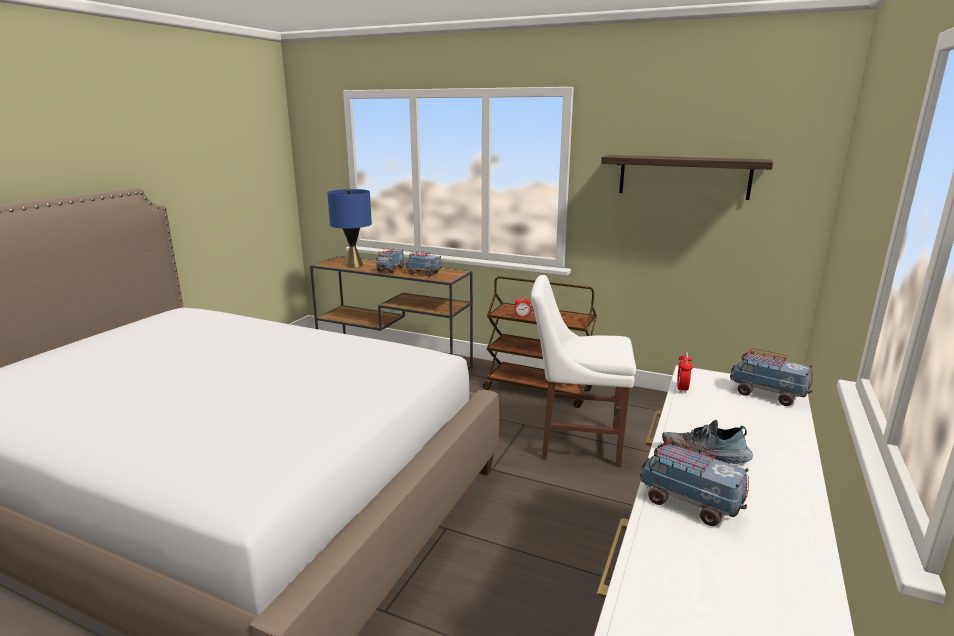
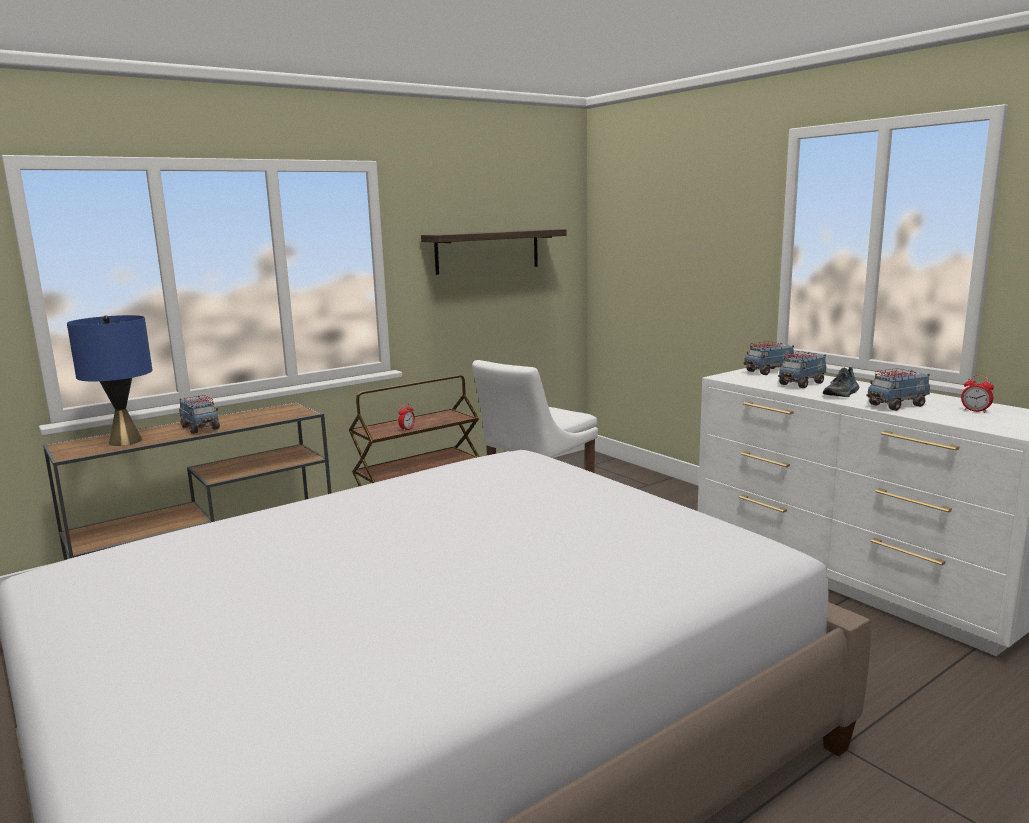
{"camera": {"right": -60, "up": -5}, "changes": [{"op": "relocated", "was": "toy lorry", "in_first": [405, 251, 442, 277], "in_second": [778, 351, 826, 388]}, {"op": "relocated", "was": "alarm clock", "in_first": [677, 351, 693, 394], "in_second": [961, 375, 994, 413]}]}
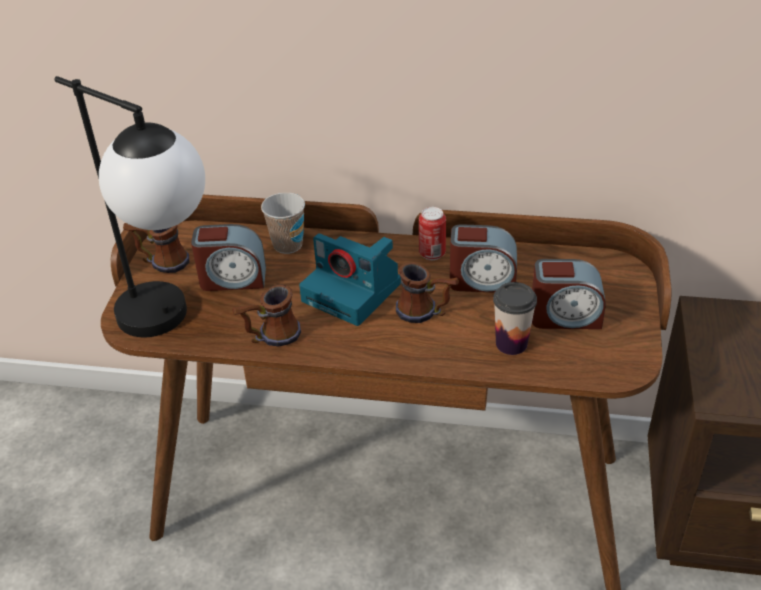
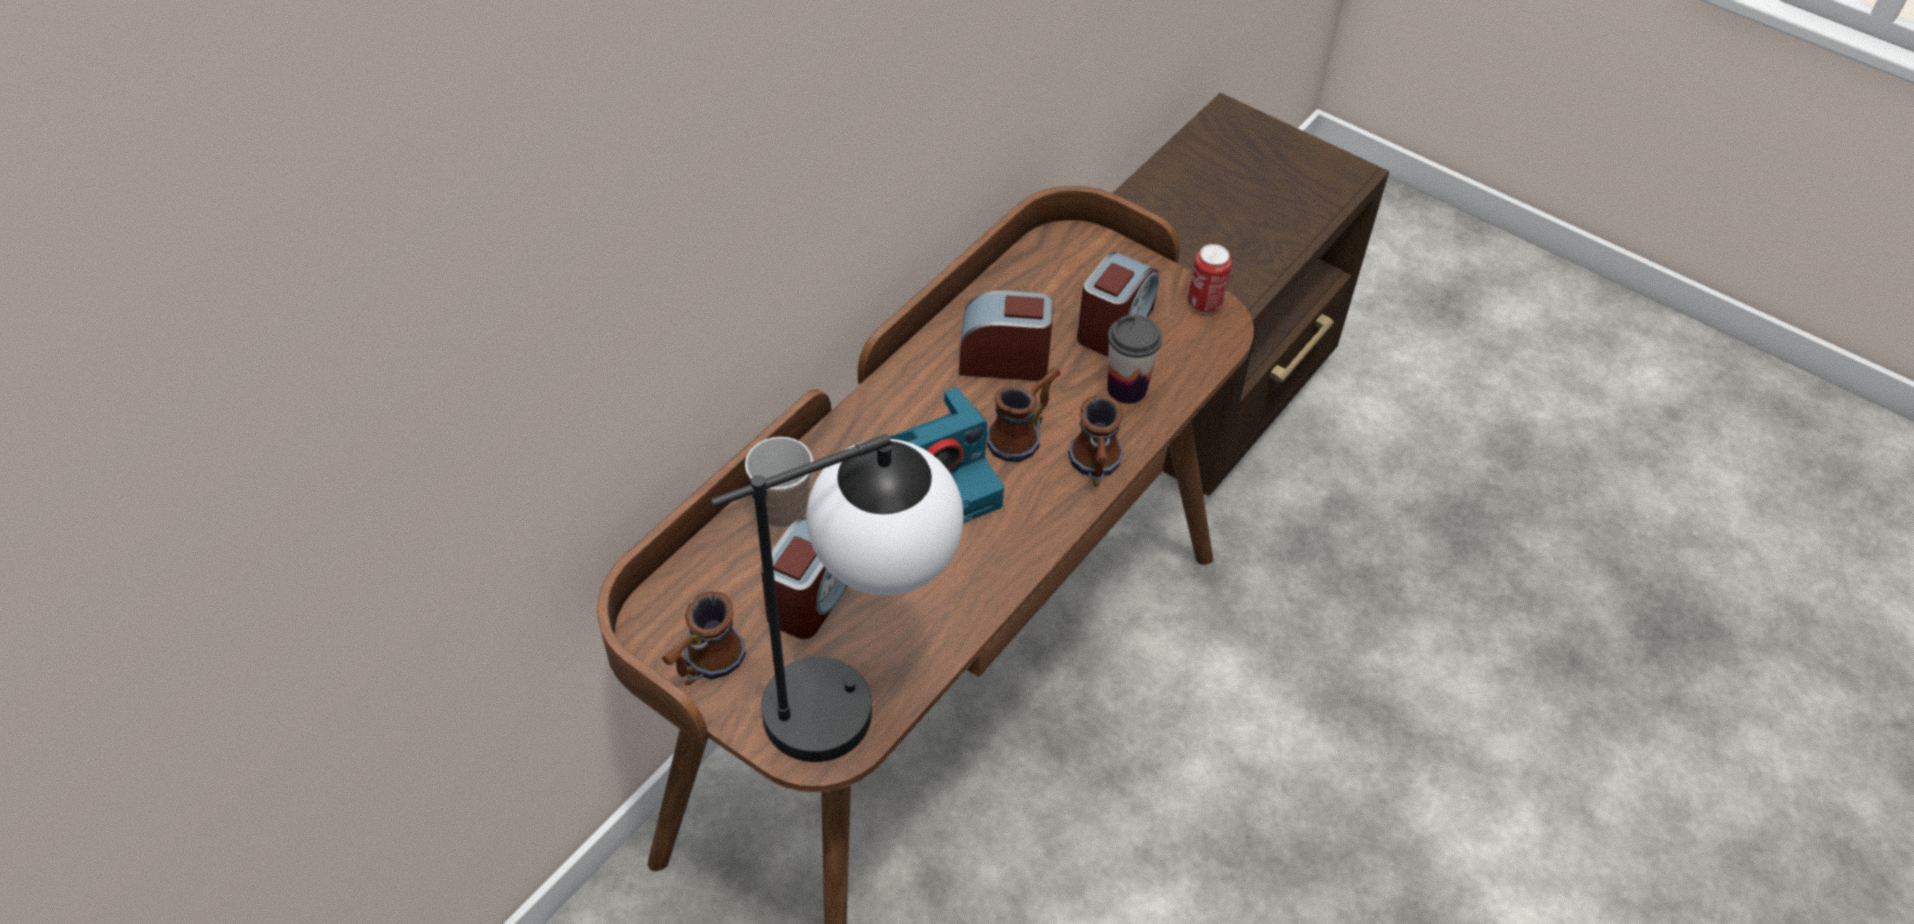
{"camera": {"right": -65, "up": 10}, "changes": [{"op": "spun", "was": "alarm clock", "in_first": [450, 224, 517, 293], "in_second": [959, 290, 1053, 381], "clockwise": -120}, {"op": "relocated", "was": "coffee mug", "in_first": [232, 284, 301, 347], "in_second": [1068, 394, 1123, 487]}, {"op": "relocated", "was": "can", "in_first": [419, 207, 446, 260], "in_second": [1188, 244, 1232, 313]}]}
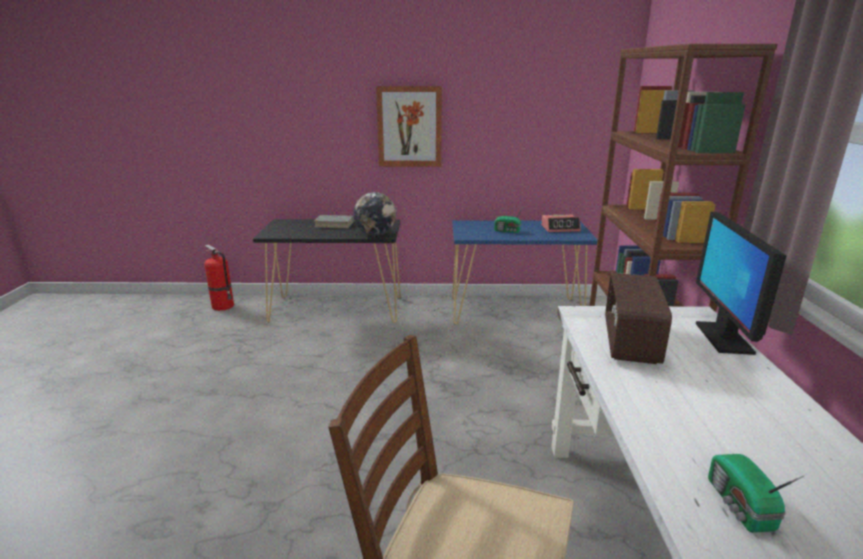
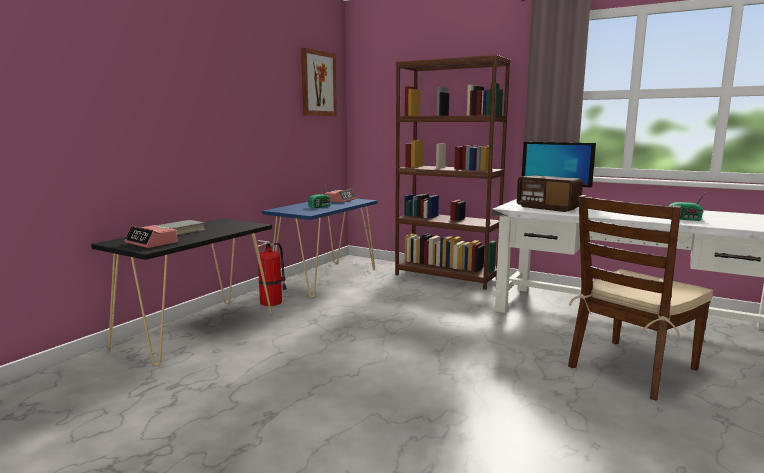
{"camera": {"right": -60, "up": -10}, "changes": [{"op": "appeared", "now": "alarm clock", "in_second": [124, 225, 178, 248]}, {"op": "relocated", "was": "fire extinguisher", "in_first": [204, 244, 234, 311], "in_second": [258, 240, 287, 306]}, {"op": "relocated", "was": "picture", "in_first": [376, 86, 442, 167], "in_second": [301, 48, 337, 116]}, {"op": "missing", "was": "desk globe", "in_first": [353, 192, 396, 235]}]}
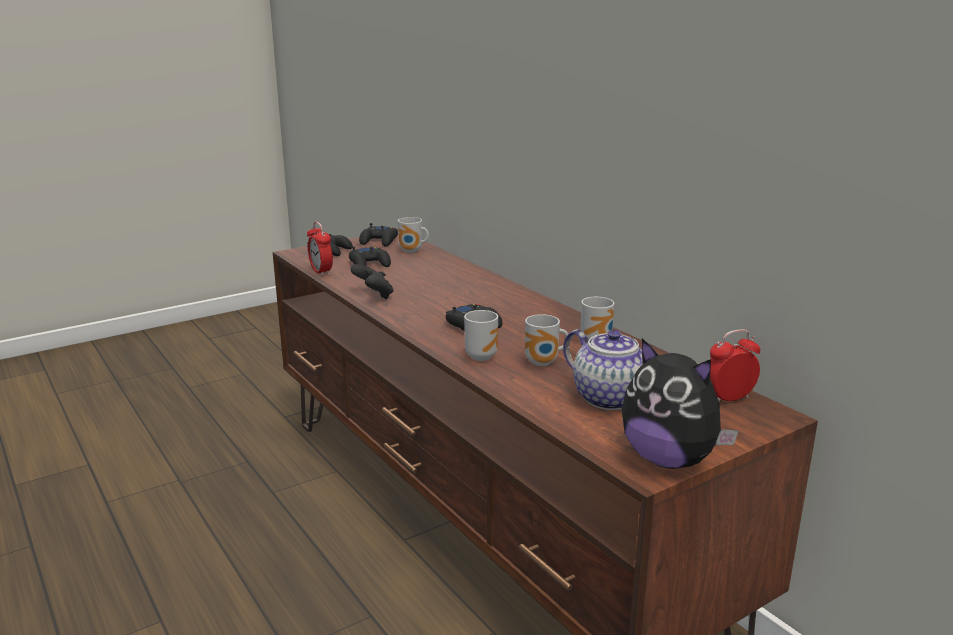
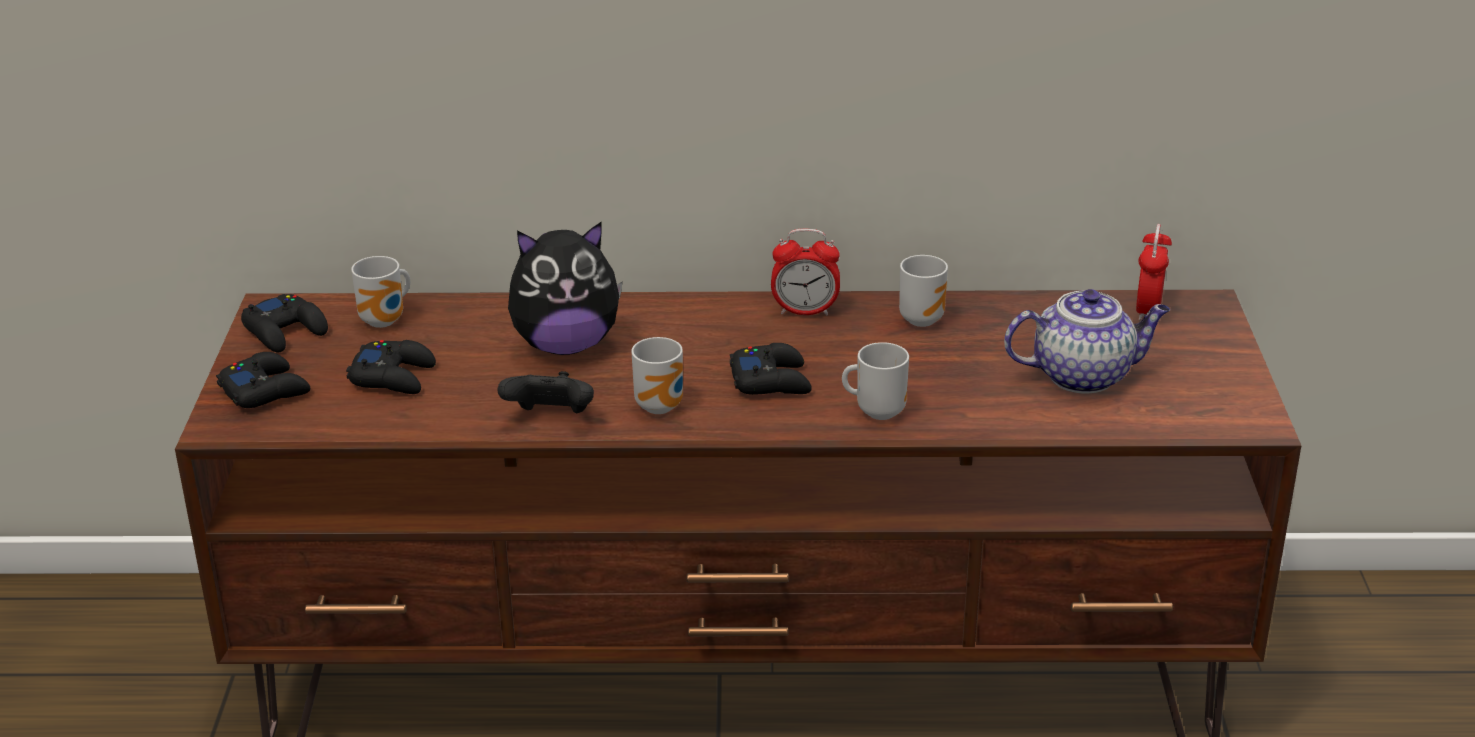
{"camera": {"right": -55, "up": 10}, "changes": [{"op": "relocated", "was": "cuddly toy", "in_first": [621, 338, 738, 469], "in_second": [508, 222, 623, 355]}, {"op": "relocated", "was": "coffee mug", "in_first": [525, 314, 568, 366], "in_second": [631, 337, 683, 414]}, {"op": "relocated", "was": "alarm clock", "in_first": [307, 221, 333, 276], "in_second": [771, 229, 840, 315]}]}
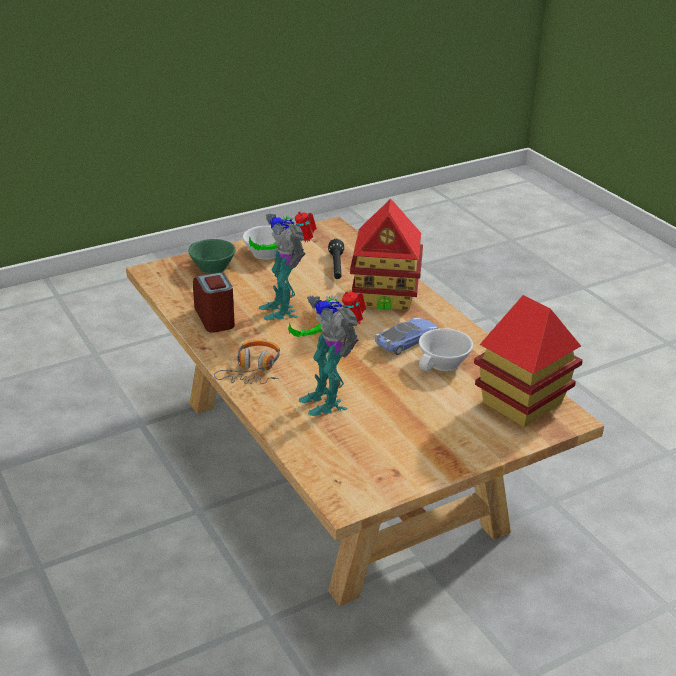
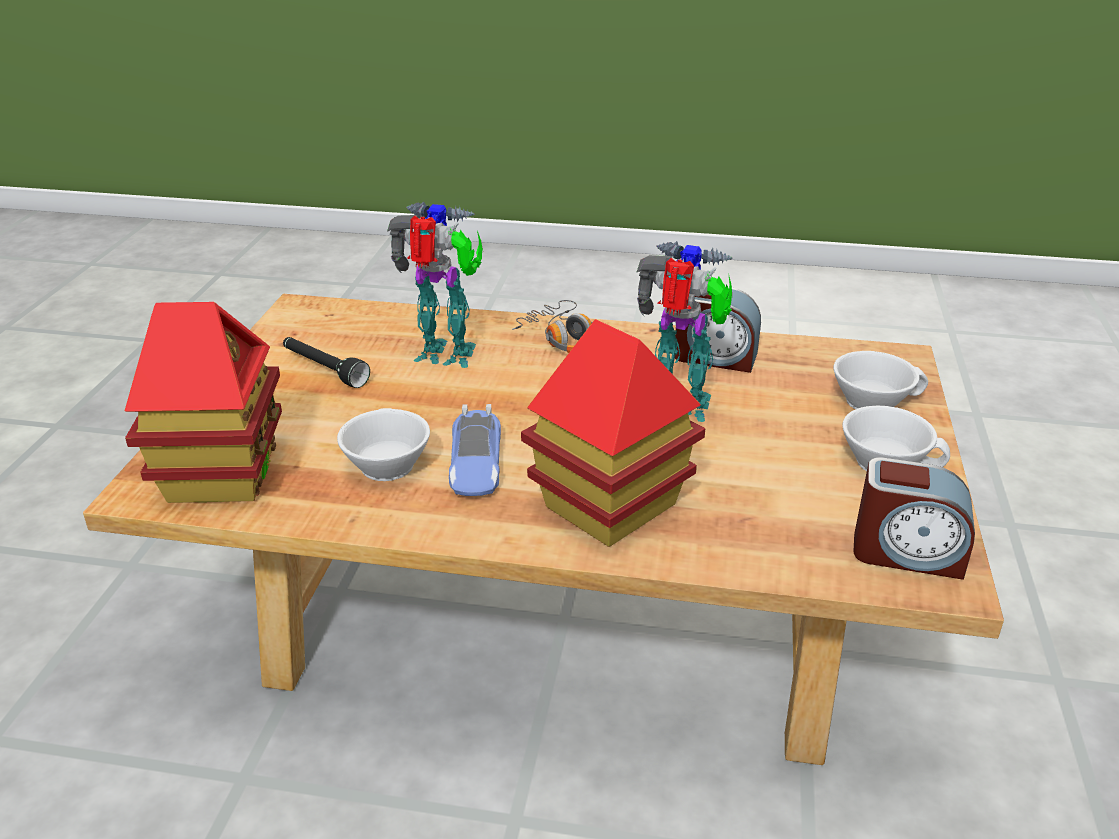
{"camera": {"right": 130, "up": 0}, "changes": [{"op": "relocated", "was": "black flashlight", "in_first": [328, 239, 344, 279], "in_second": [283, 337, 370, 388]}, {"op": "colour", "was": "green drinking cup", "now": "white drinking cup", "in_first": [188, 239, 236, 274], "in_second": [833, 351, 928, 410]}, {"op": "appeared", "now": "alarm clock", "in_second": [854, 457, 975, 580]}]}
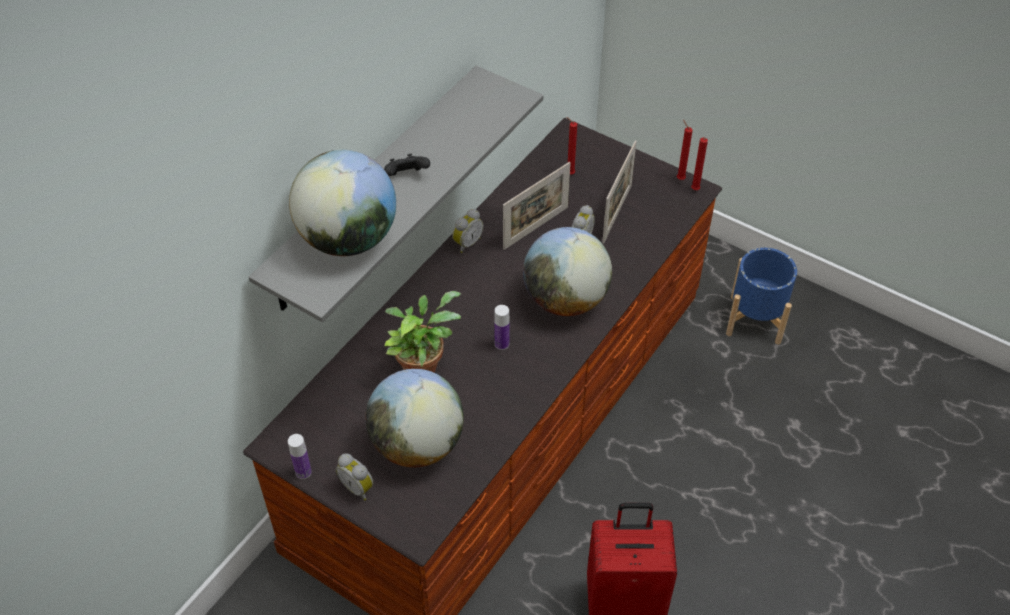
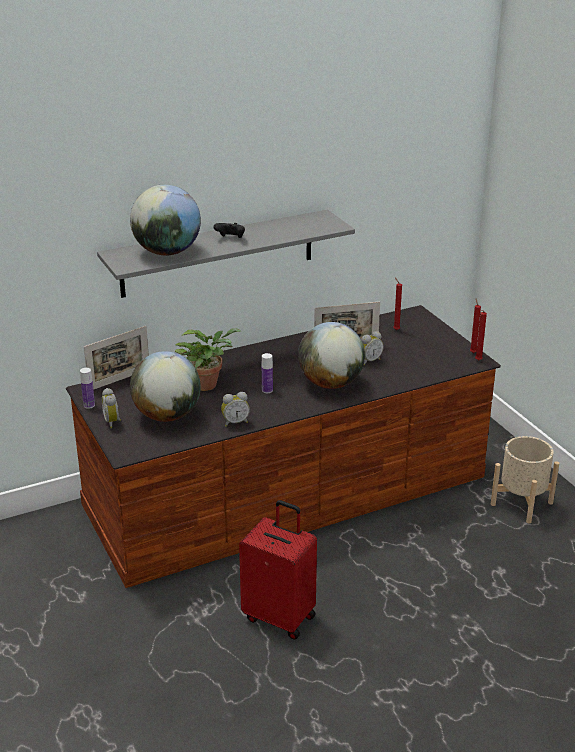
{"camera": {"right": 30, "up": -20}, "changes": [{"op": "relocated", "was": "standing frame", "in_first": [602, 140, 637, 244], "in_second": [84, 326, 149, 390]}, {"op": "relocated", "was": "alarm clock", "in_first": [452, 209, 484, 253], "in_second": [221, 392, 250, 427]}, {"op": "colour", "was": "bluish planter", "now": "beige-coloured planter", "in_first": [726, 248, 797, 345], "in_second": [491, 436, 559, 523]}]}
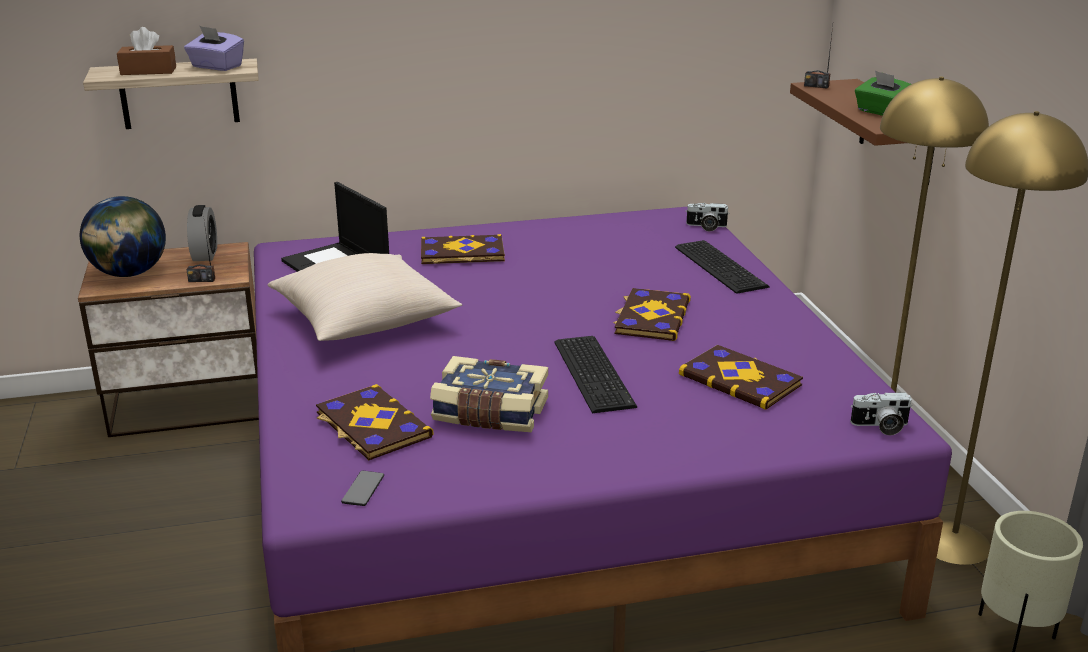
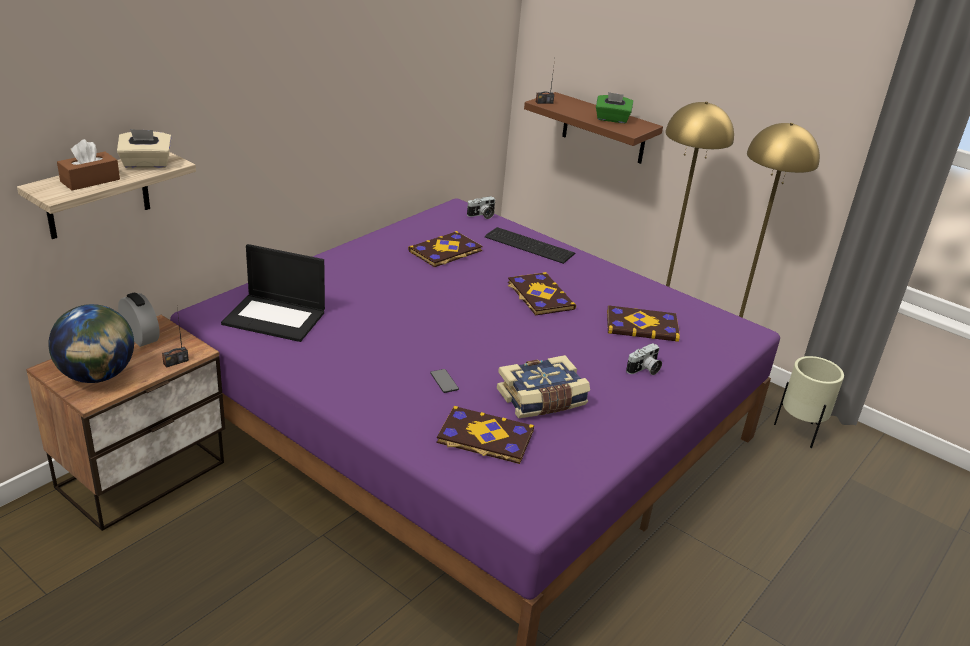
{"camera": {"right": -40, "up": 5}, "changes": [{"op": "colour", "was": "purple-coloured box of tissues", "now": "beige-coloured box of tissues", "in_first": [184, 26, 244, 71], "in_second": [117, 129, 172, 168]}, {"op": "relocated", "was": "bound book", "in_first": [421, 234, 505, 264], "in_second": [408, 231, 483, 267]}, {"op": "relocated", "was": "handset", "in_first": [341, 470, 384, 506], "in_second": [430, 369, 459, 393]}, {"op": "relocated", "was": "still camera", "in_first": [850, 392, 912, 435], "in_second": [626, 343, 662, 375]}, {"op": "missing", "was": "beige-coloured pillow", "in_first": [268, 253, 462, 341]}, {"op": "missing", "was": "PC keyboard", "in_first": [555, 336, 637, 413]}]}
